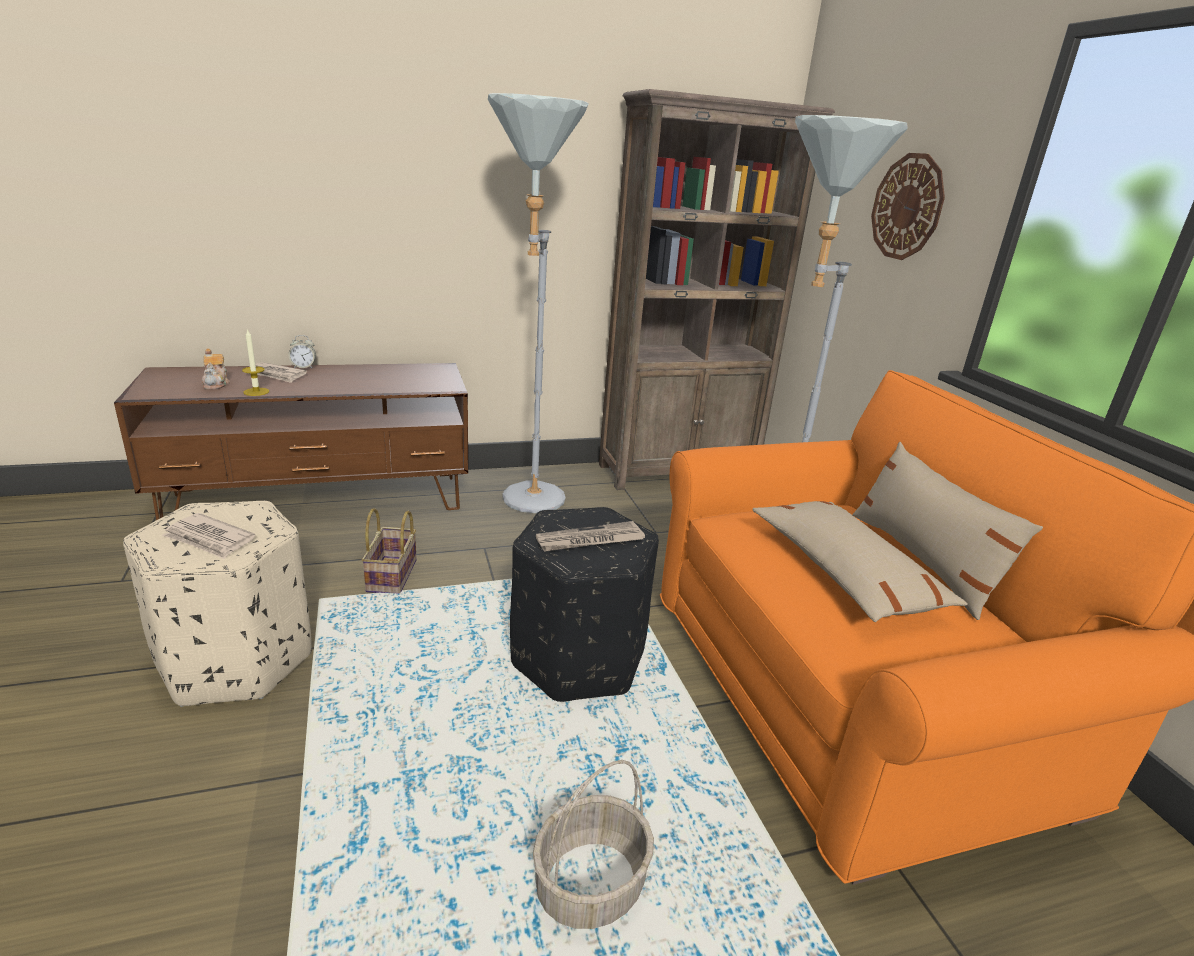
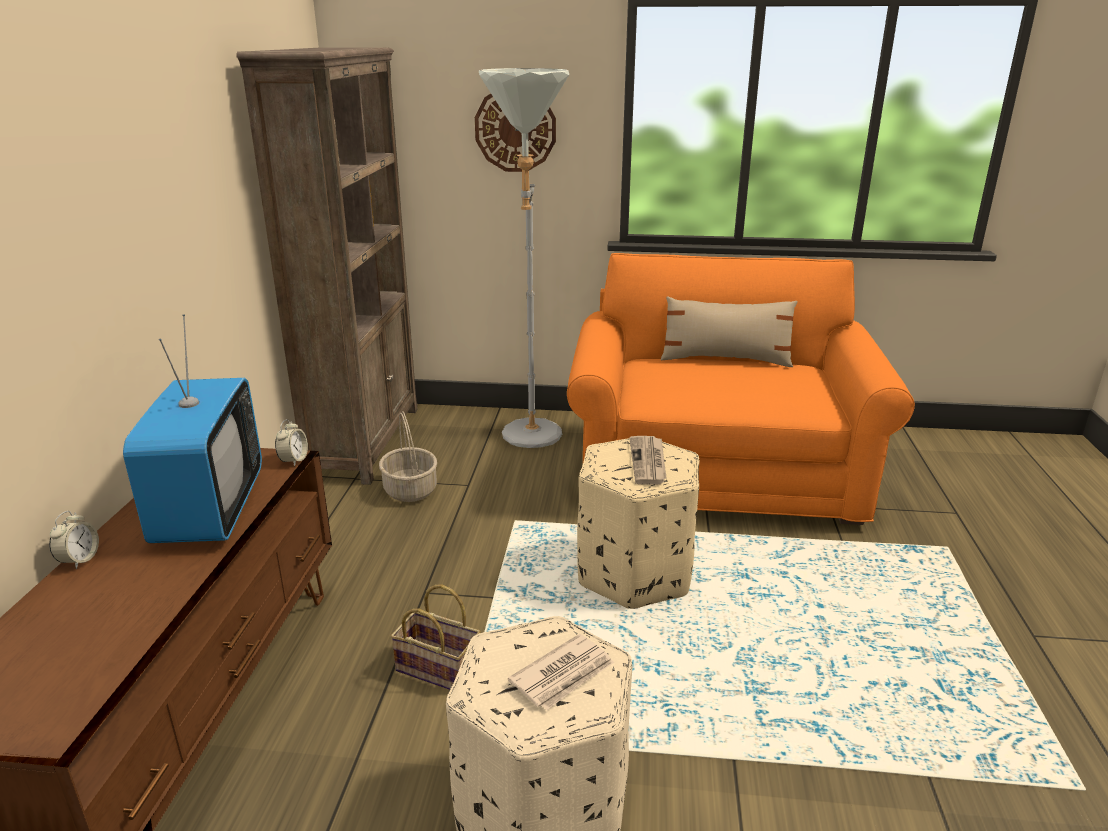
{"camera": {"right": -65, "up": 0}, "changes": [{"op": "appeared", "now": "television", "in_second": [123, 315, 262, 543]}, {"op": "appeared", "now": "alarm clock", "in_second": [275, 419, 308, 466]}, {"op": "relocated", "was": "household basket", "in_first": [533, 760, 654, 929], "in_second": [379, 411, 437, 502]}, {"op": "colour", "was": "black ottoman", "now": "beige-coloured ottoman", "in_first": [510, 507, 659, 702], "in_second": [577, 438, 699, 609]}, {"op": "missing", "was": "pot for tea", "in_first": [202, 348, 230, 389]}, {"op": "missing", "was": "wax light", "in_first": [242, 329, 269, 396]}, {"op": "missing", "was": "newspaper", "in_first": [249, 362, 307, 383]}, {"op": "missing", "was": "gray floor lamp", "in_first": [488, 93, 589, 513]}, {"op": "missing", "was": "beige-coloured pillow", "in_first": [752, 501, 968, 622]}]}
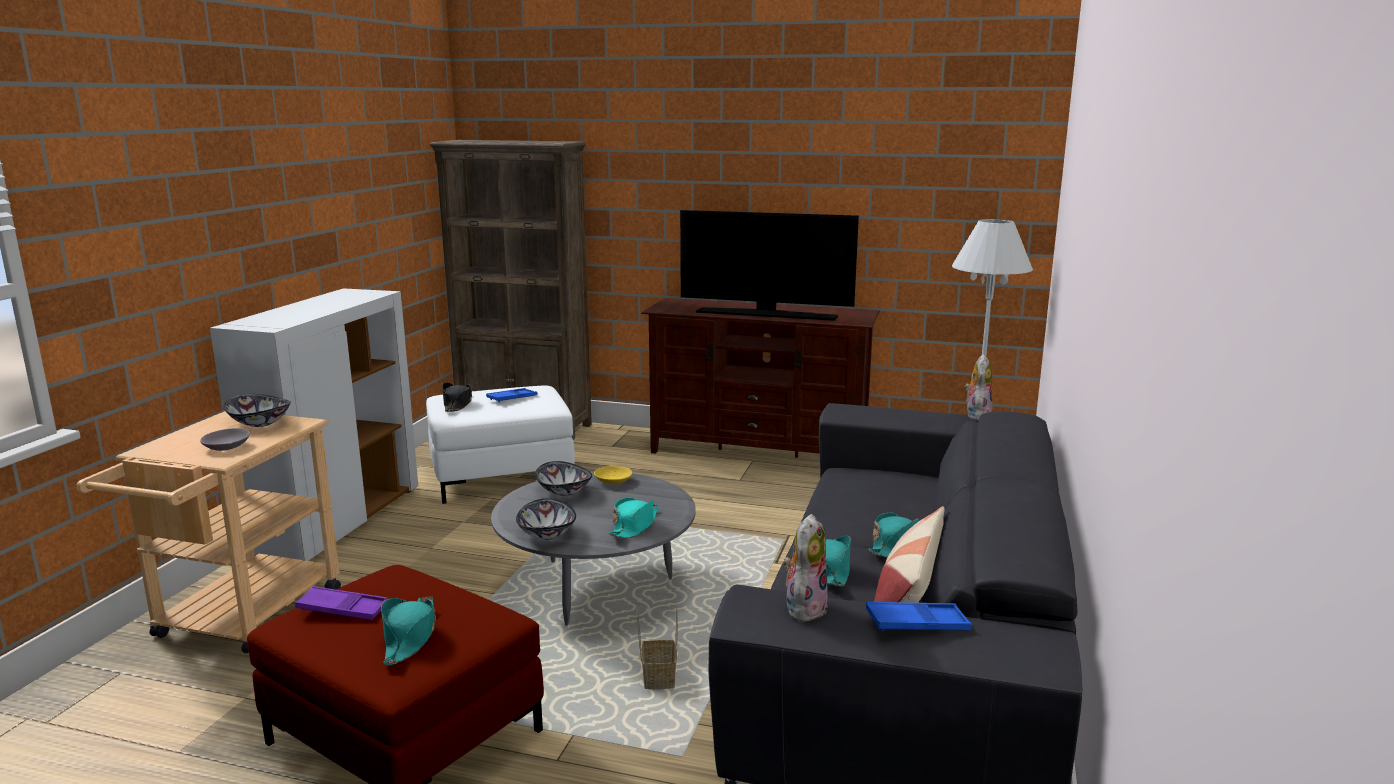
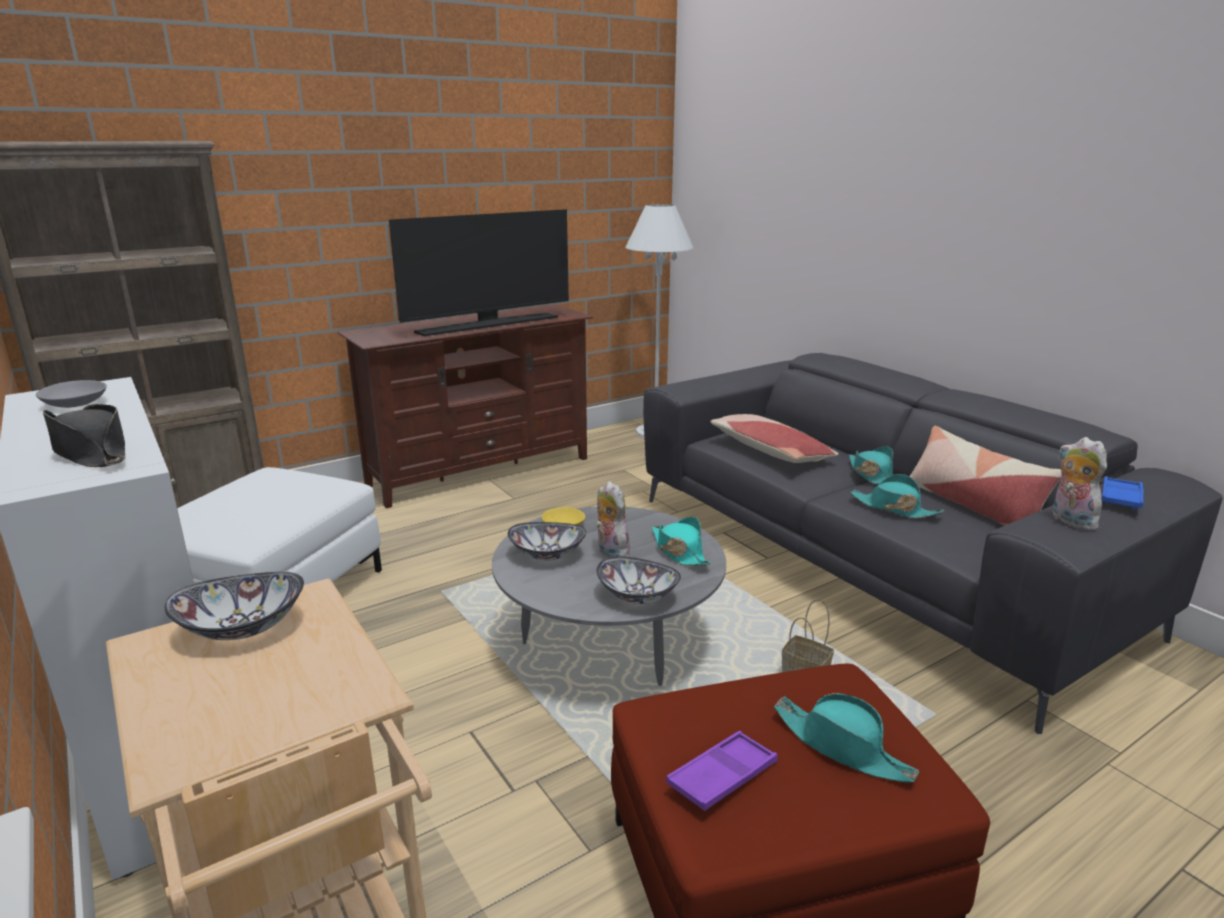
{"camera": {"right": -50, "up": 5}, "changes": [{"op": "relocated", "was": "gray serving bowl", "in_first": [200, 428, 250, 451], "in_second": [36, 380, 107, 408]}, {"op": "relocated", "was": "black hat", "in_first": [442, 382, 472, 412], "in_second": [43, 404, 125, 467]}, {"op": "relocated", "was": "cuddly toy", "in_first": [965, 354, 992, 421], "in_second": [595, 481, 632, 558]}, {"op": "appeared", "now": "pillow", "in_second": [710, 414, 839, 463]}, {"op": "missing", "was": "bluish carrying tray", "in_first": [486, 388, 537, 403]}]}
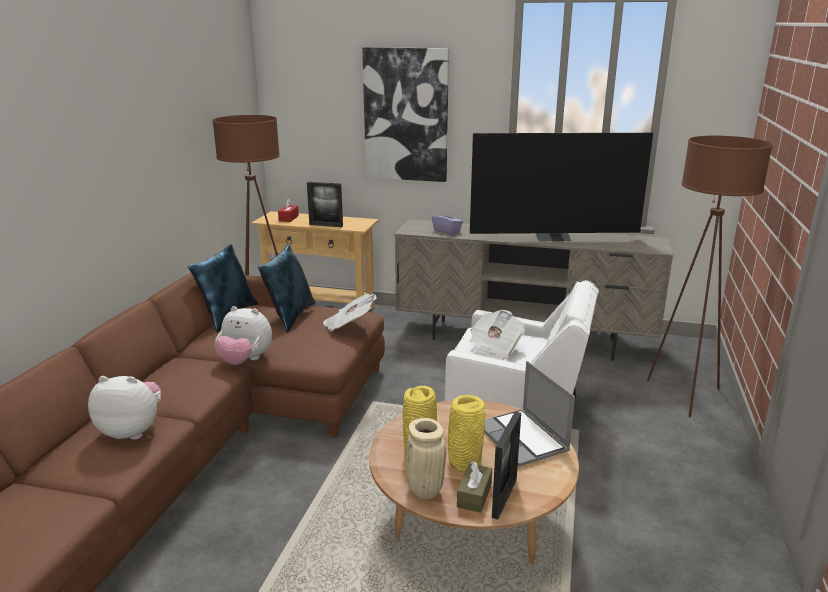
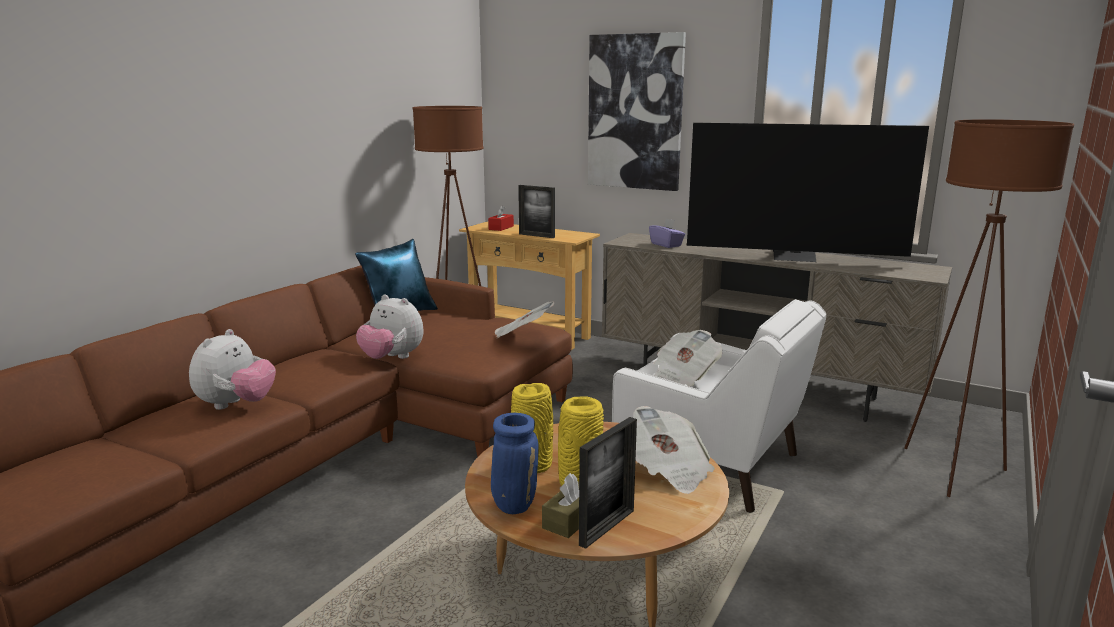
{"camera": {"right": 15, "up": -5}, "changes": [{"op": "spun", "was": "cuddly toy", "in_first": [88, 376, 161, 440], "in_second": [189, 329, 276, 410], "clockwise": 90}, {"op": "colour", "was": "beige-coloured flower vase", "now": "bluish flower vase", "in_first": [406, 418, 446, 499], "in_second": [491, 413, 539, 514]}, {"op": "exchanged", "was": "laptop", "now": "newspaper", "in_first": [484, 361, 575, 466], "in_second": [633, 406, 715, 494]}, {"op": "missing", "was": "bluish pillow", "in_first": [258, 244, 316, 333]}]}
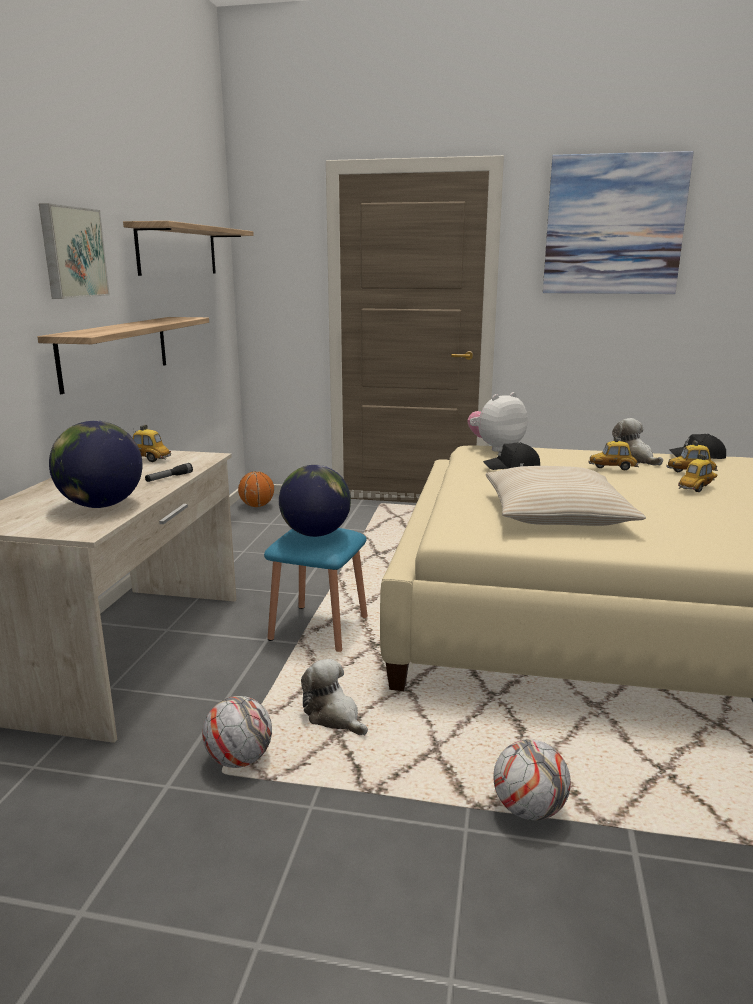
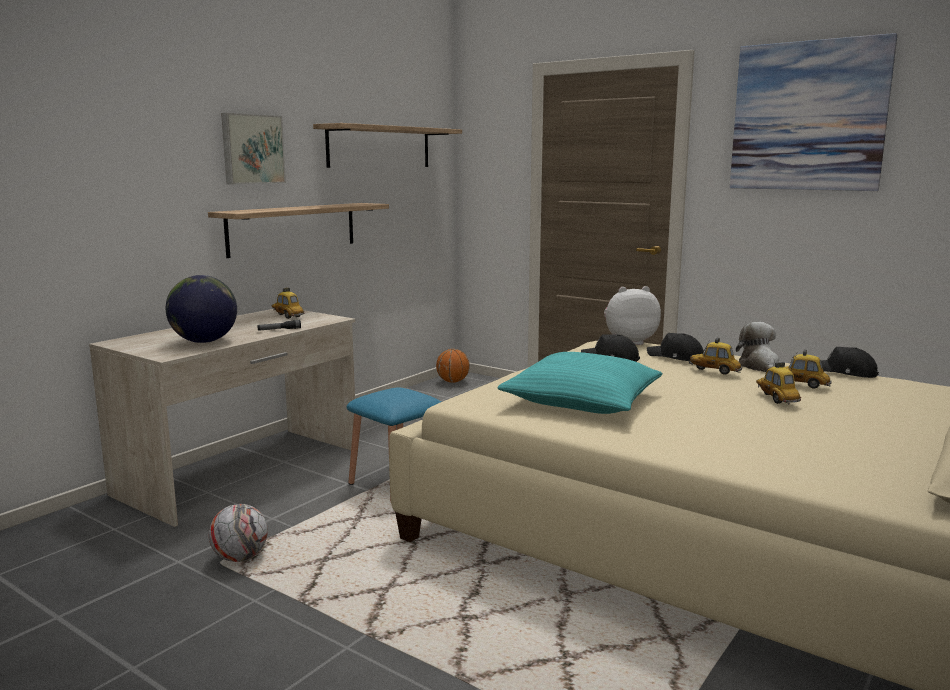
{"camera": {"right": 25, "up": -5}, "changes": [{"op": "colour", "was": "beige-coloured pillow", "now": "turquoise pillow", "in_first": [486, 466, 646, 526], "in_second": [497, 352, 662, 414]}, {"op": "appeared", "now": "black peaked cap", "in_second": [647, 333, 704, 361]}, {"op": "spun", "was": "model car", "in_first": [678, 454, 718, 492], "in_second": [756, 362, 801, 404], "clockwise": -90}, {"op": "missing", "was": "desk globe", "in_first": [279, 465, 351, 537]}, {"op": "missing", "was": "cuddly toy", "in_first": [301, 659, 368, 735]}, {"op": "missing", "was": "ball for football", "in_first": [493, 739, 571, 821]}]}
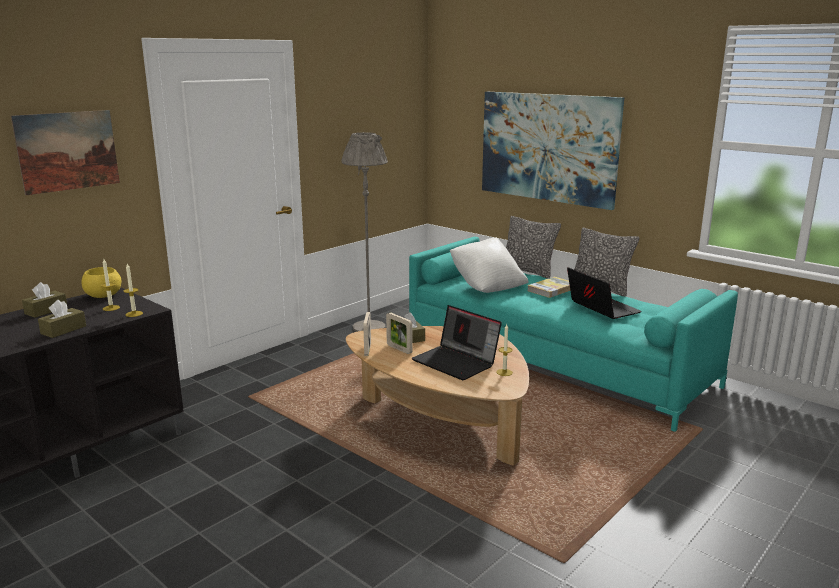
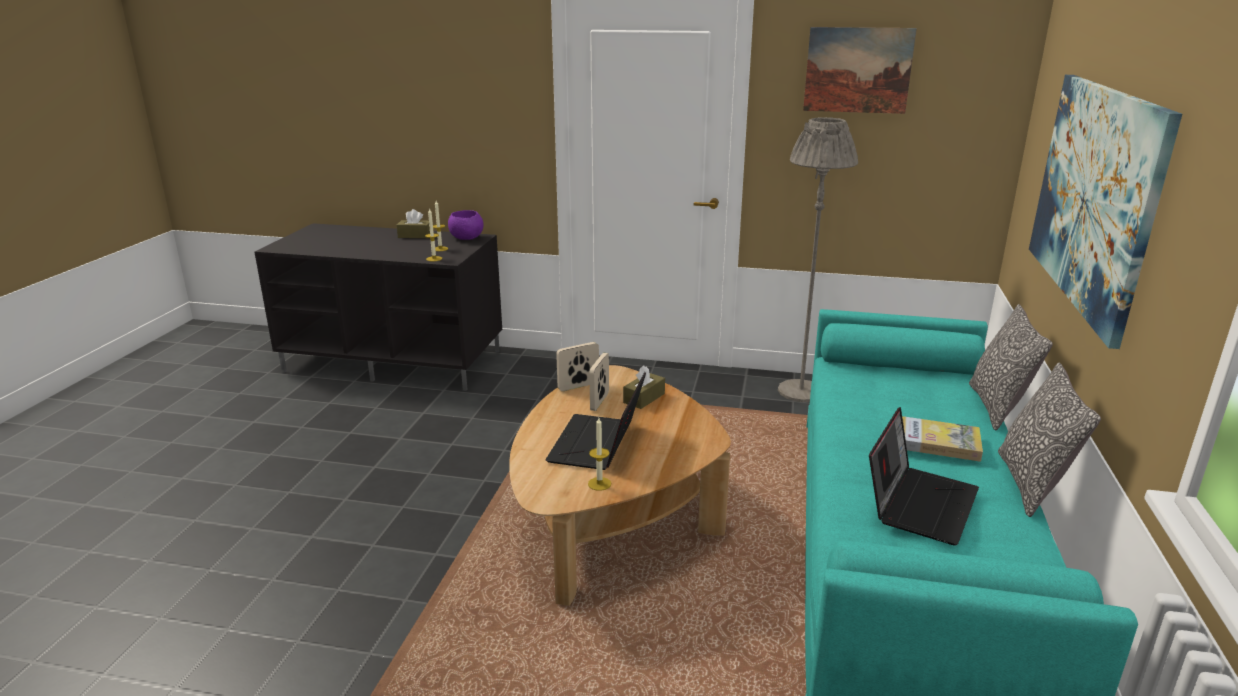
{"camera": {"right": 60, "up": 5}, "changes": [{"op": "colour", "was": "yellowish serving bowl", "now": "purple-coloured serving bowl", "in_first": [81, 267, 121, 298], "in_second": [448, 210, 484, 240]}, {"op": "relocated", "was": "picture", "in_first": [11, 110, 120, 195], "in_second": [803, 27, 917, 114]}, {"op": "missing", "was": "brown-coloured box of tissues", "in_first": [38, 300, 86, 338]}, {"op": "missing", "was": "white pillow", "in_first": [450, 237, 529, 293]}]}
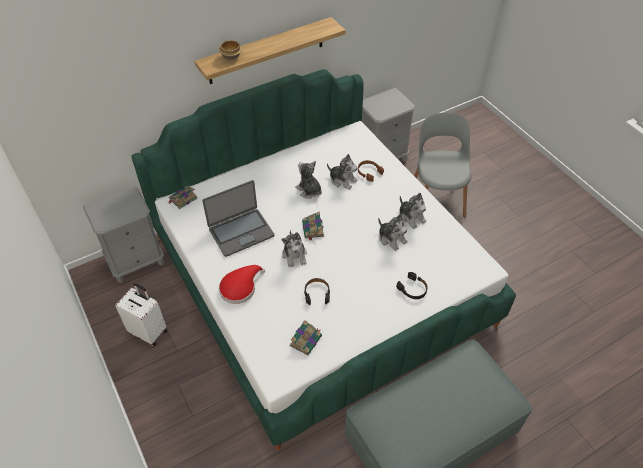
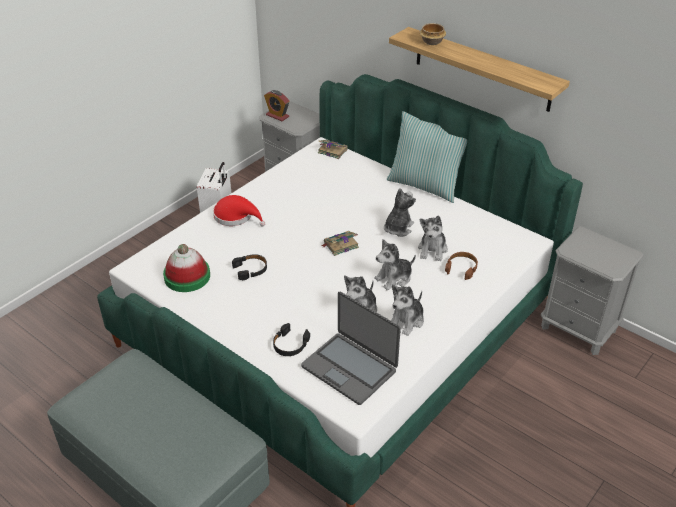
{"camera": {"right": 70, "up": -10}, "changes": [{"op": "exchanged", "was": "bound book", "now": "hat", "in_first": [289, 320, 322, 355], "in_second": [163, 244, 210, 292]}, {"op": "appeared", "now": "alarm clock", "in_second": [264, 90, 289, 121]}, {"op": "relocated", "was": "laptop", "in_first": [202, 180, 275, 257], "in_second": [301, 292, 401, 405]}, {"op": "relocated", "was": "cuddly toy", "in_first": [281, 230, 307, 267], "in_second": [374, 239, 416, 290]}, {"op": "appeared", "now": "pillow", "in_second": [387, 111, 467, 203]}, {"op": "missing", "was": "gray chair", "in_first": [414, 113, 471, 217]}]}
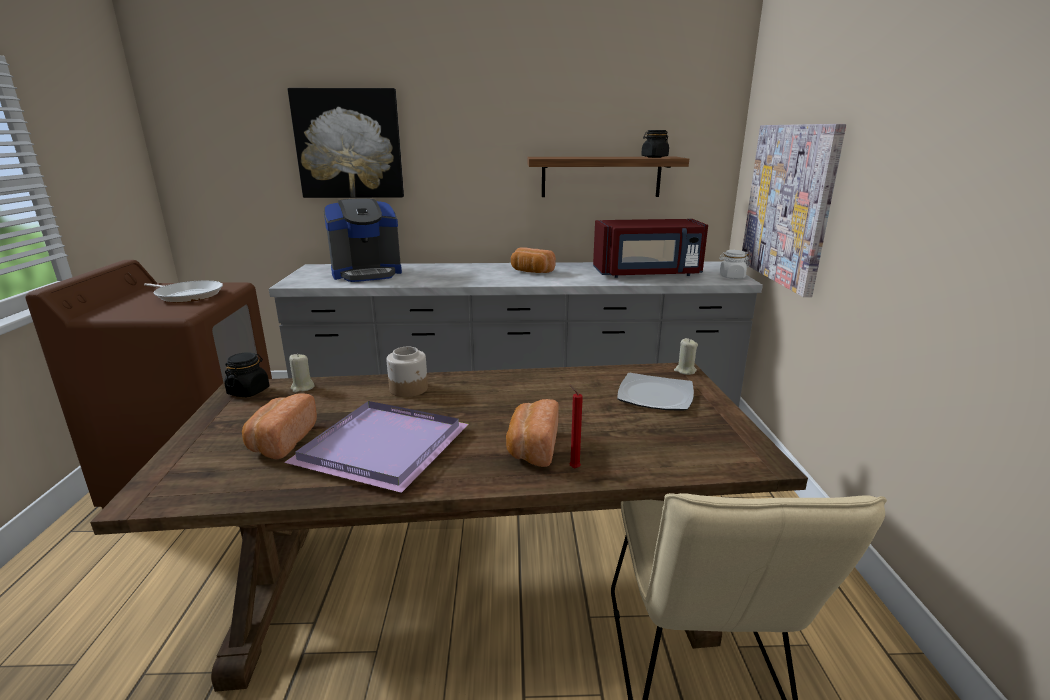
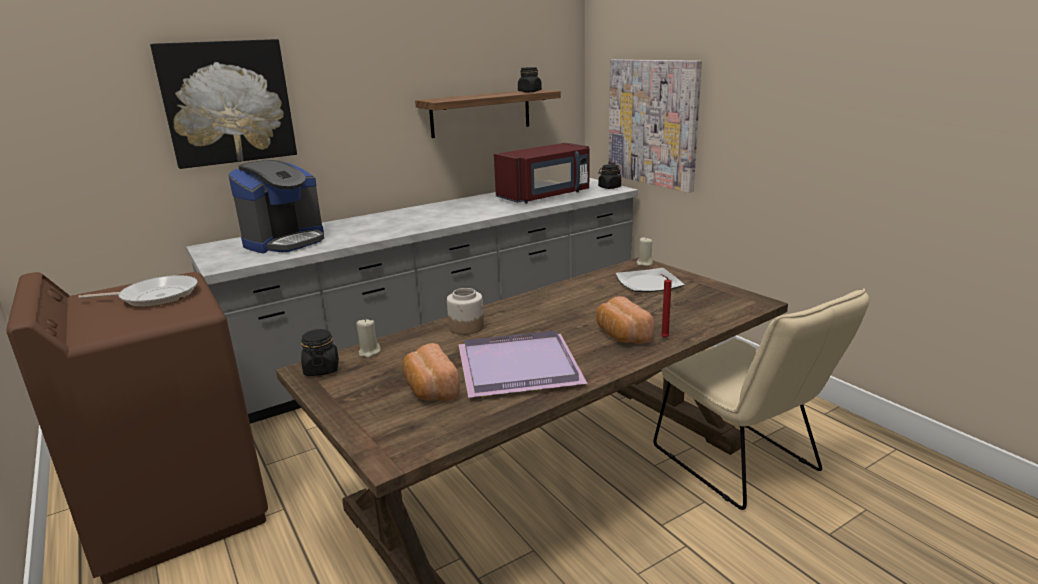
{"camera": {"right": -30, "up": 0}, "changes": [{"op": "colour", "was": "white preserve jar", "now": "black preserve jar", "in_first": [719, 250, 749, 279], "in_second": [598, 164, 621, 189]}, {"op": "missing", "was": "bakery bread", "in_first": [511, 247, 556, 273]}]}
